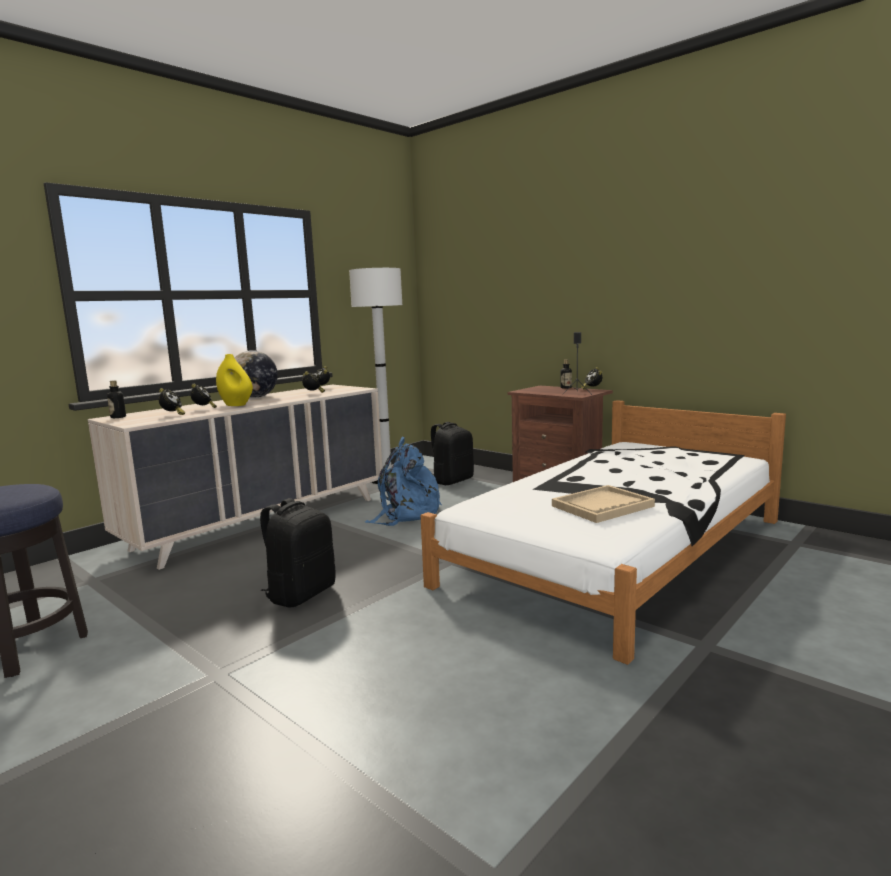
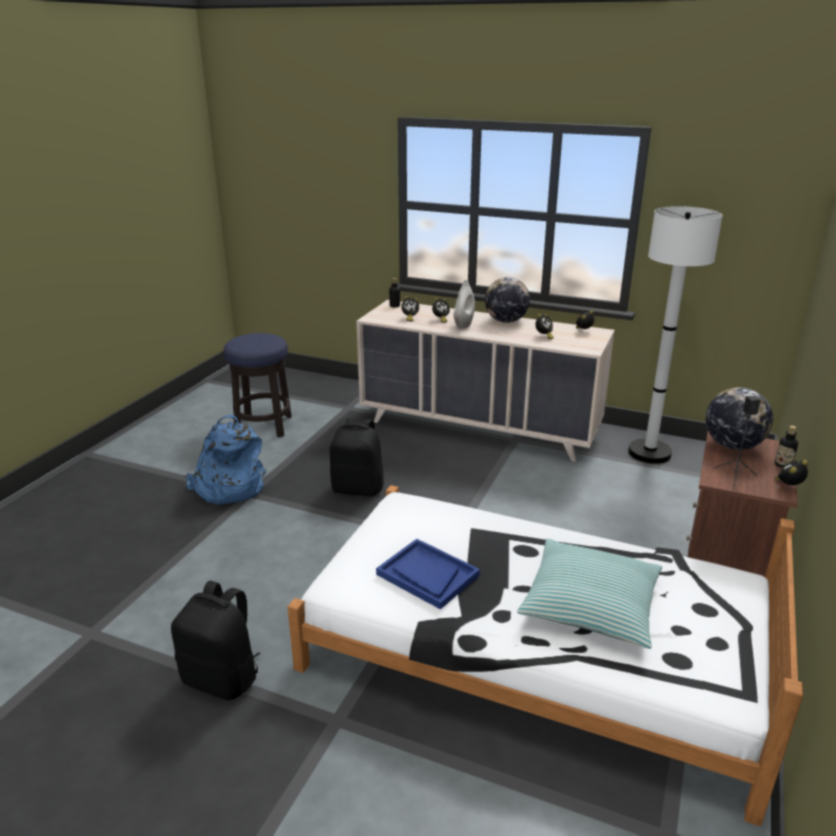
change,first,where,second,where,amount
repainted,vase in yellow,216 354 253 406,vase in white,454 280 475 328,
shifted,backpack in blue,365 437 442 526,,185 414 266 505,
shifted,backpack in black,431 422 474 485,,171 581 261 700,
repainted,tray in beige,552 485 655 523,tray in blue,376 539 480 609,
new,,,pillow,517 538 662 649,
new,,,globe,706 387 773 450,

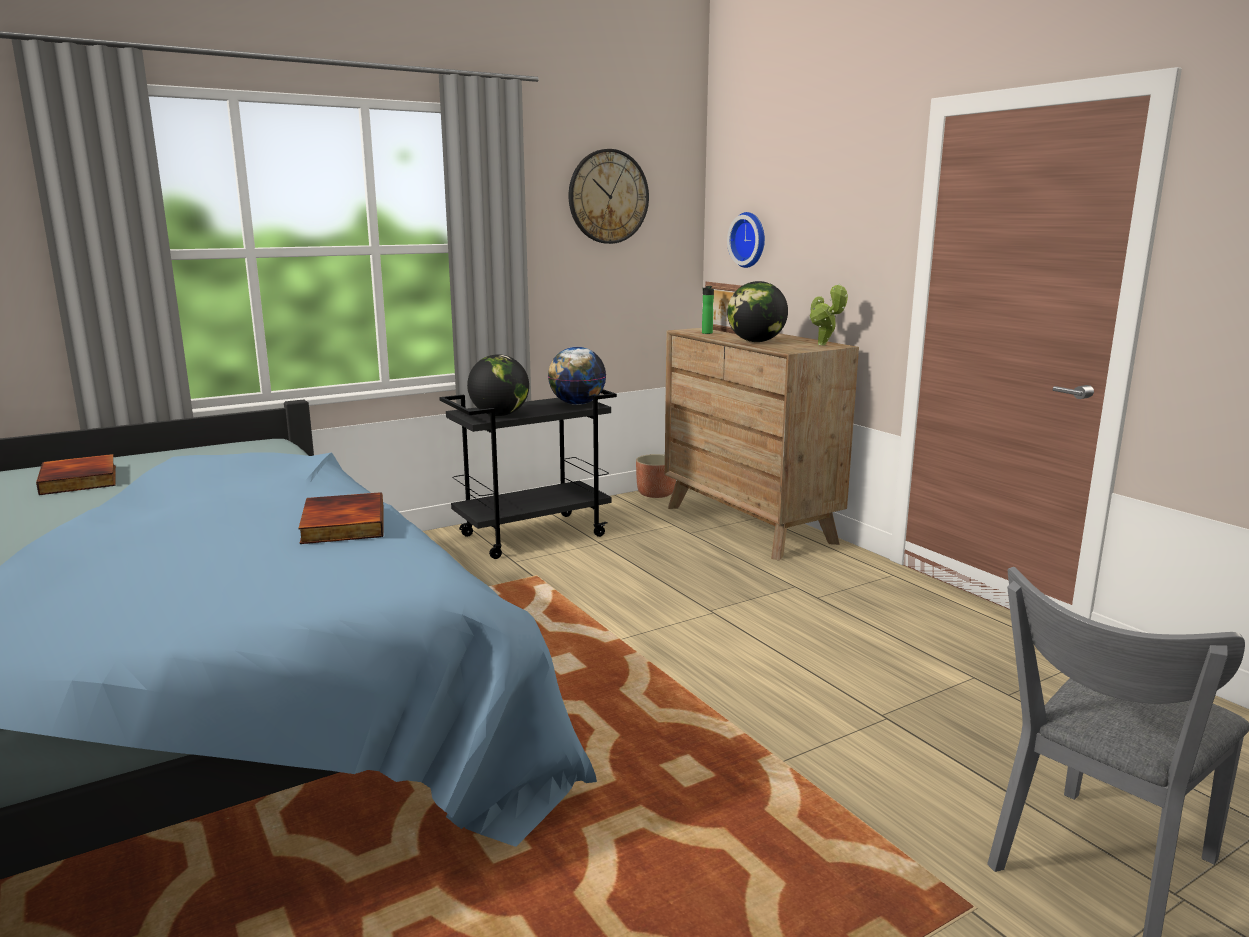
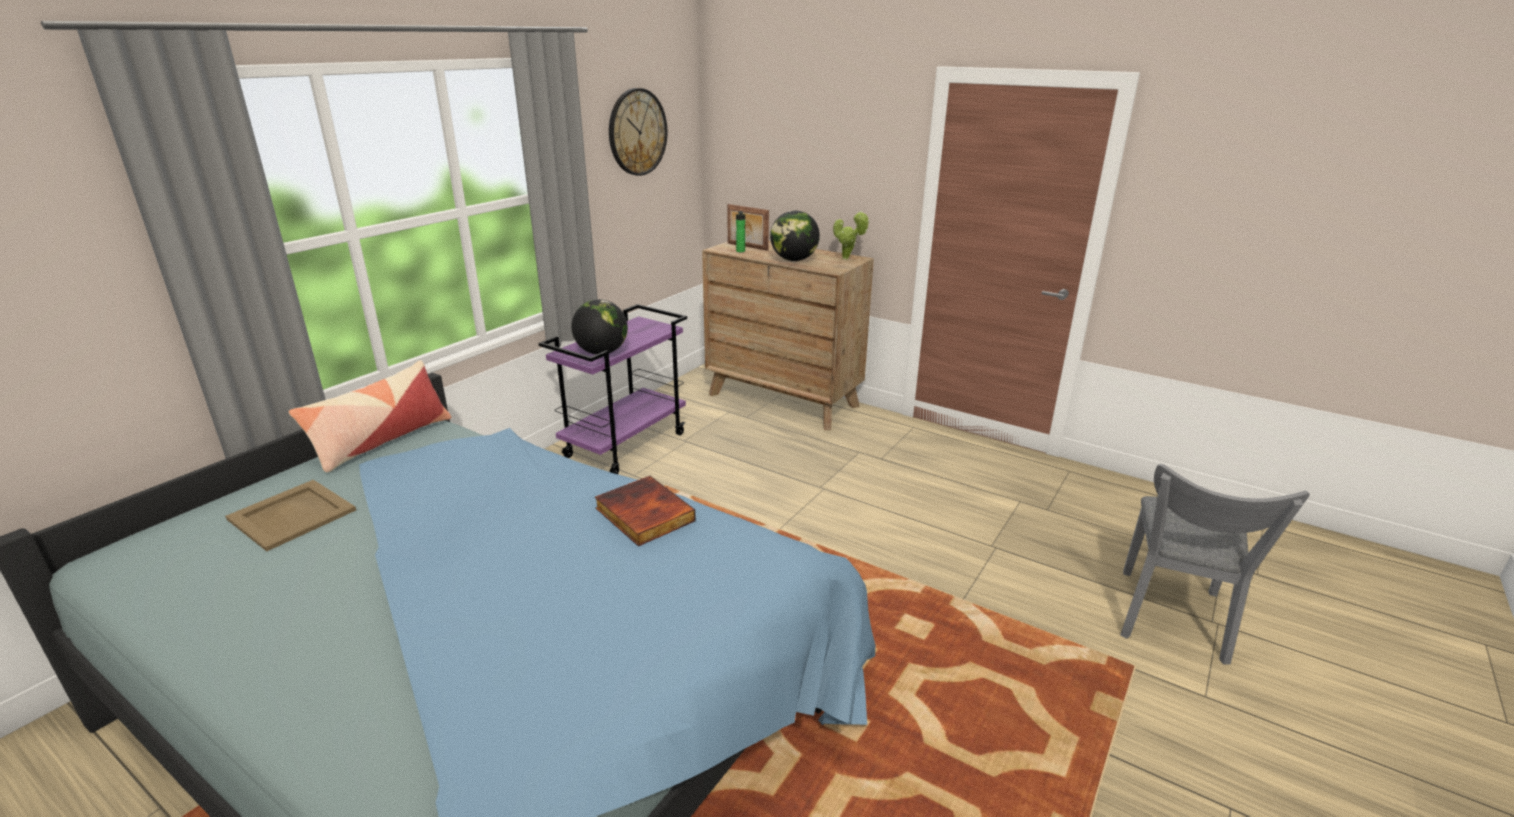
change,first,where,second,where,amount
swapped,book,36 454 116 495,tray in beige,225 480 356 551,
repainted,cart in black,439 389 617 559,cart in purple,539 304 687 474,
gone,globe,548 347 606 405,,,
gone,planter,636 454 676 498,,,
gone,wall clock,727 212 765 268,,,
new,,,pillow,289 360 452 473,

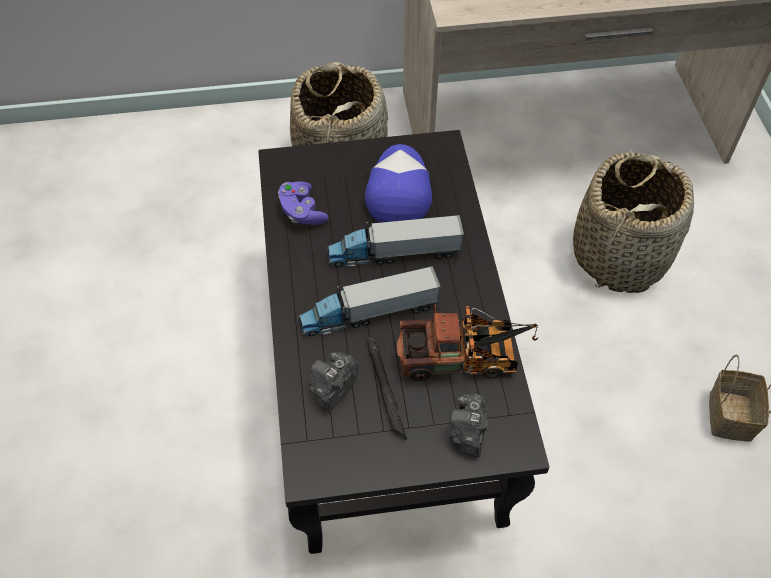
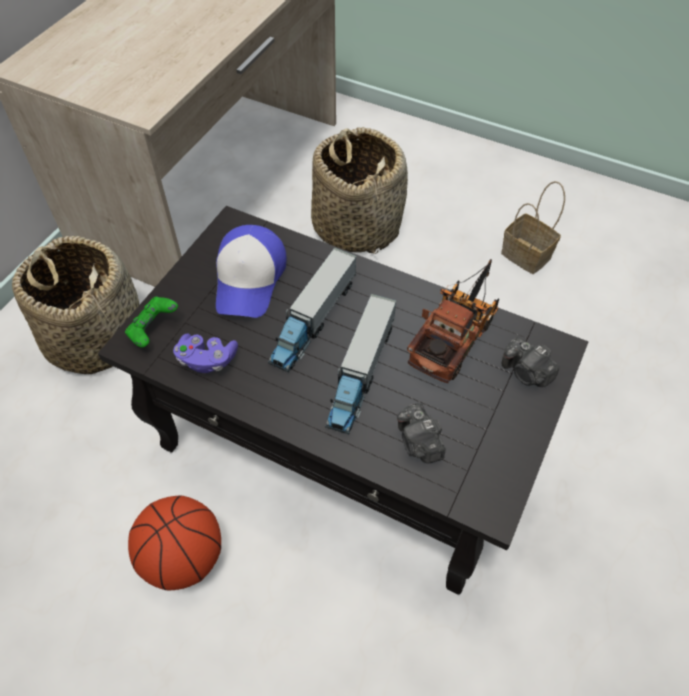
change,first,where,second,where,amount
rotated,cap,365 144 432 223,,216 225 287 318,120 degrees counterclockwise
gone,flashlight in black,366 338 407 440,,,
new,,,game controller in green,125 296 178 348,
new,,,basketball,128 496 221 591,

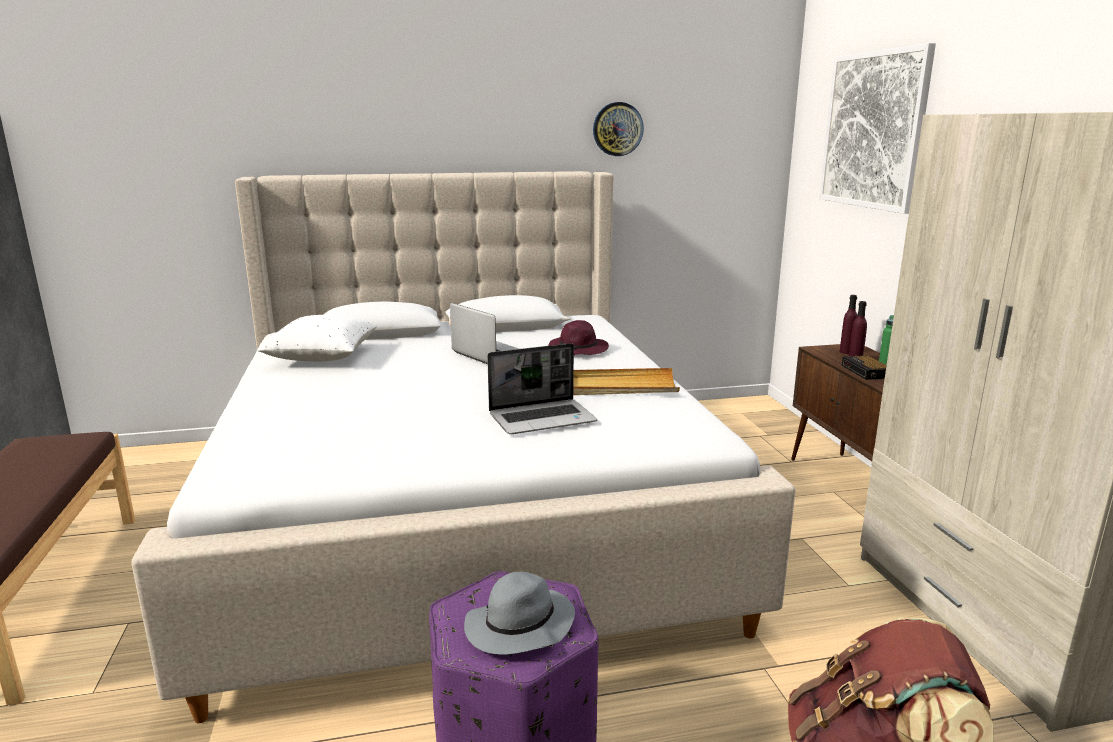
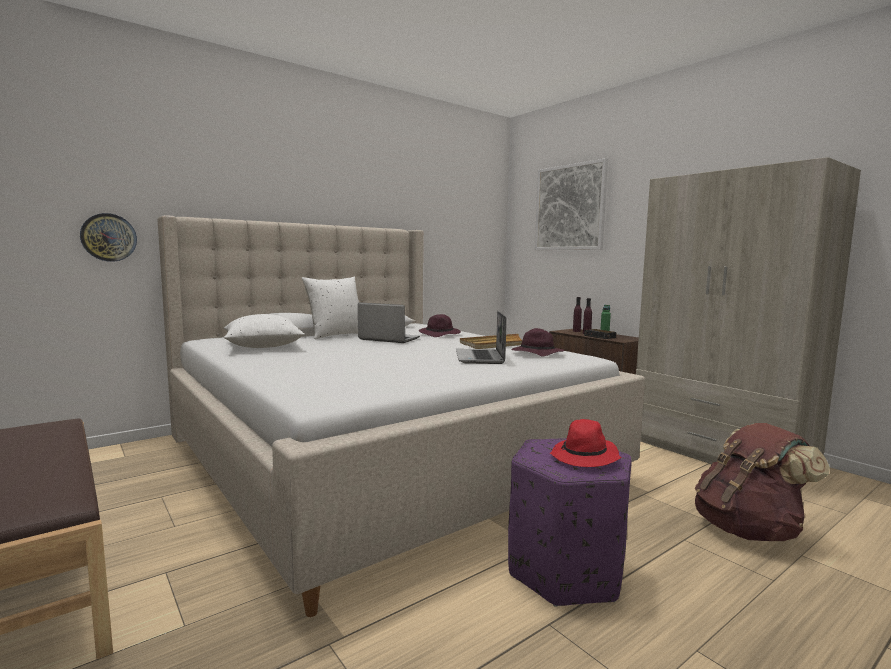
change,first,where,second,where,amount
repainted,hat in grey,464 572 575 655,hat in red,550 419 622 467,
rotated,laptop,487 343 597 434,,456 311 507 364,135 degrees clockwise
shifted,wall clock,593 102 644 156,,80 213 137 262,
new,,,pillow in white,302 277 359 339,
new,,,hat in purple,511 328 565 356,

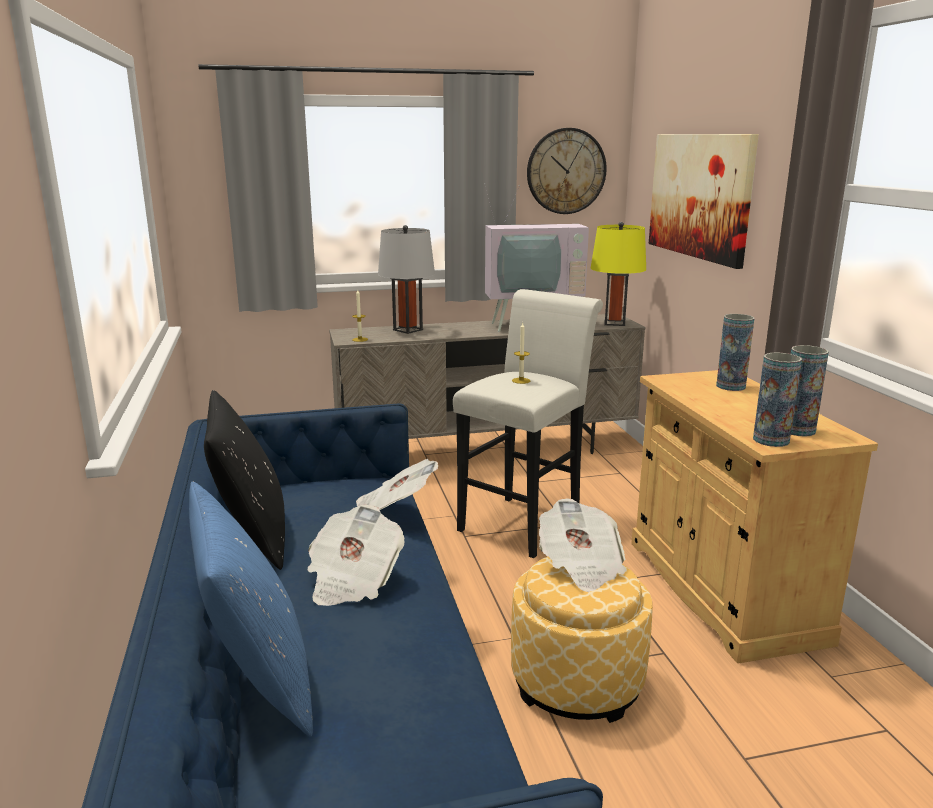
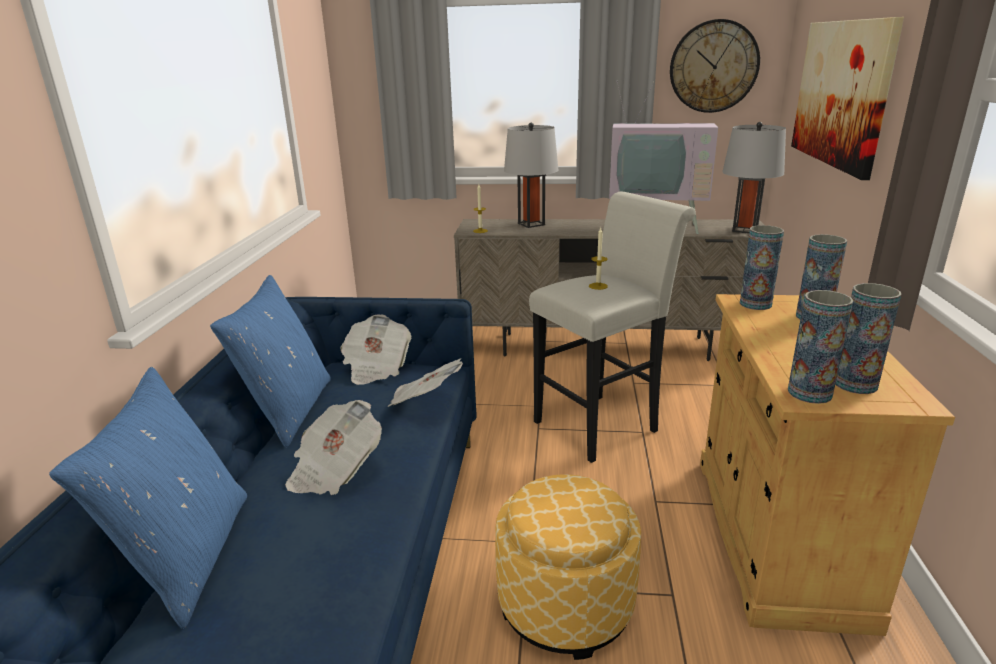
change,first,where,second,where,amount
repainted,pillow in black,204 390 285 570,pillow in blue,210 275 331 447,
shifted,newspaper,539 499 627 592,,340 315 411 385,
repainted,table lamp in yellow,591 222 646 326,table lamp in grey,722 122 786 234,
new,,,vase,740 225 784 310,

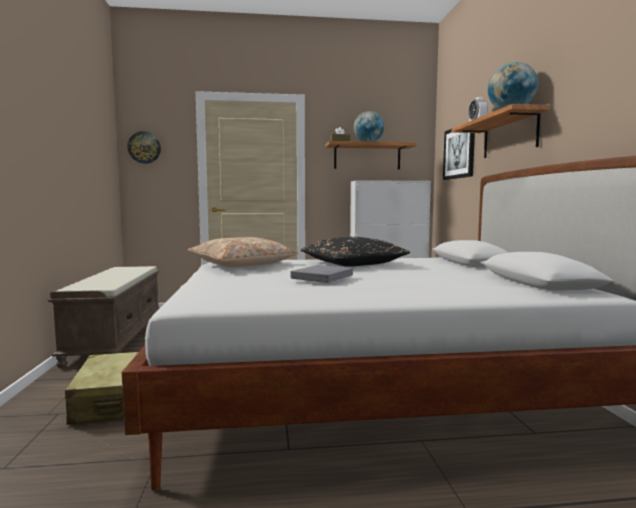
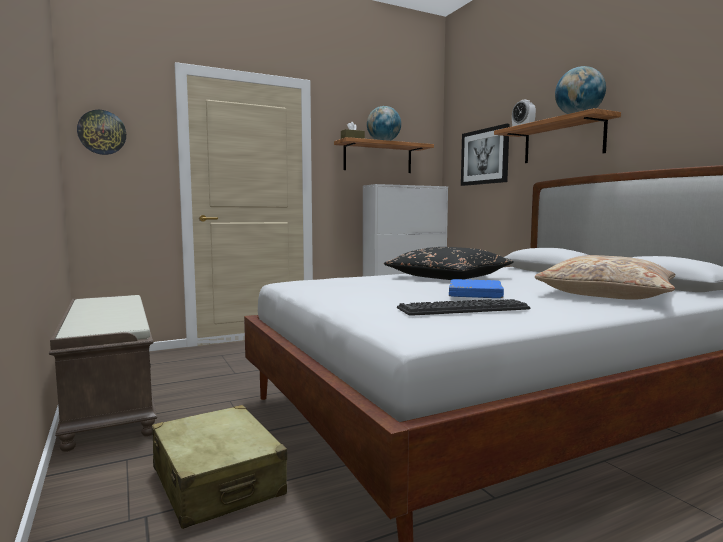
change,first,where,second,where,amount
shifted,pillow in beige,188 237 298 268,,534 255 676 300,
repainted,book in grey,291 265 353 283,book in blue,449 279 504 298,
new,,,keyboard,397 299 530 316,

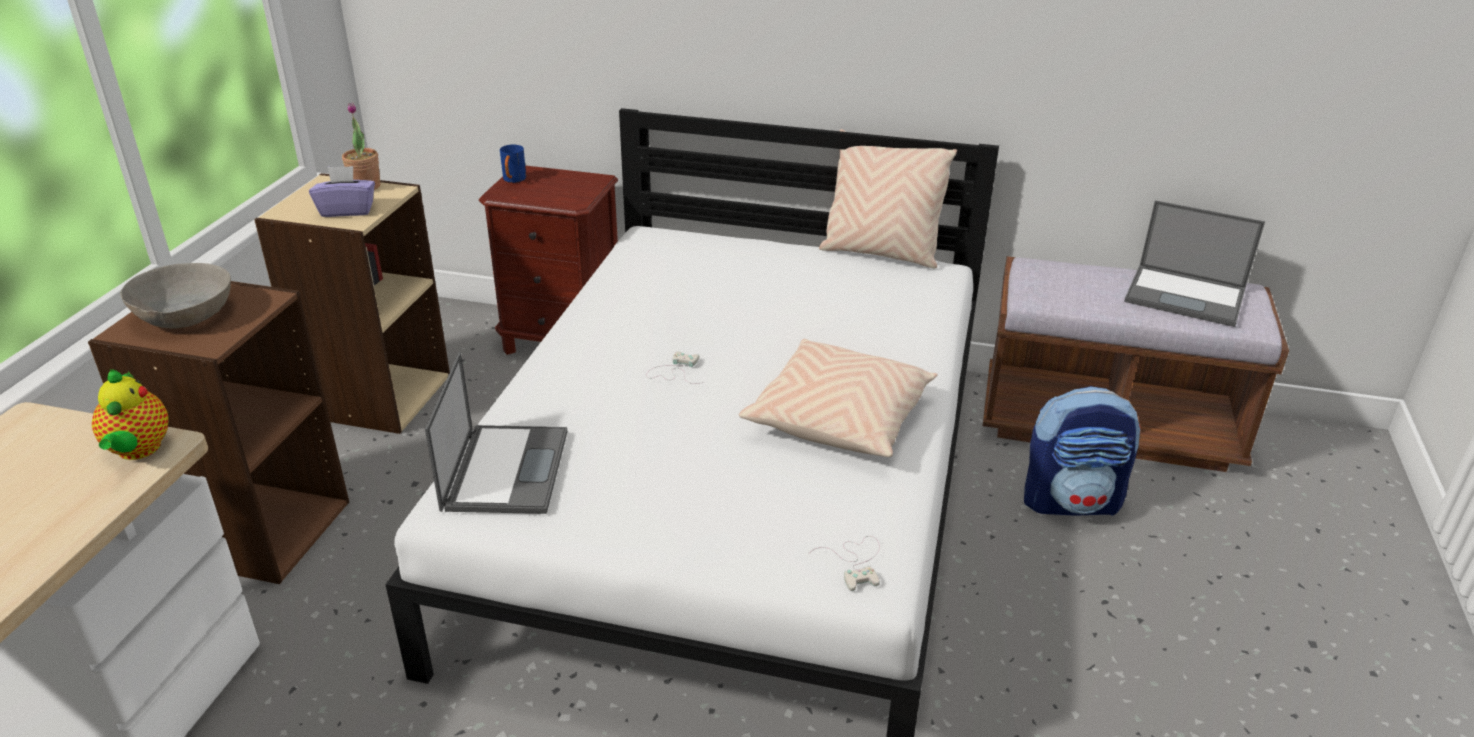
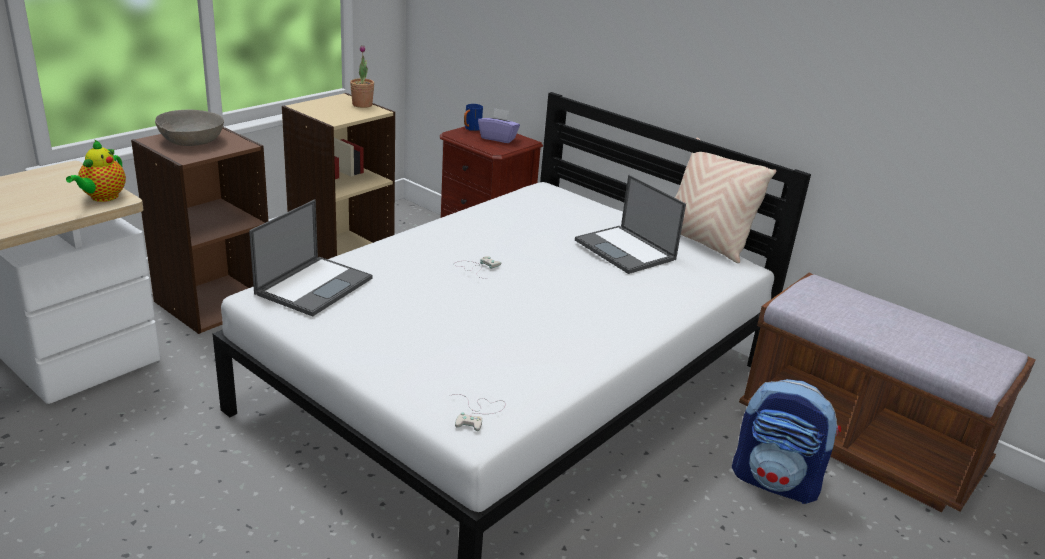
change,first,where,second,where,amount
shifted,tissue box in purple,309 166 375 217,,478 108 520 143,
gone,pillow in beige,739 339 938 457,,,
shifted,laptop,1124 200 1265 327,,575 175 686 274,

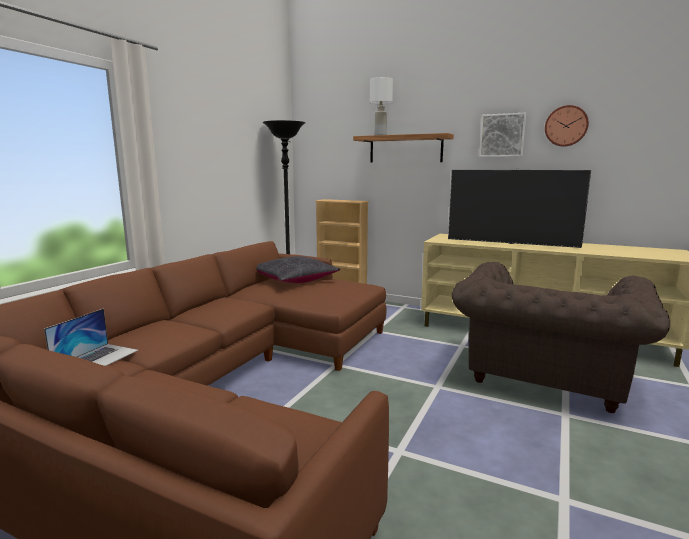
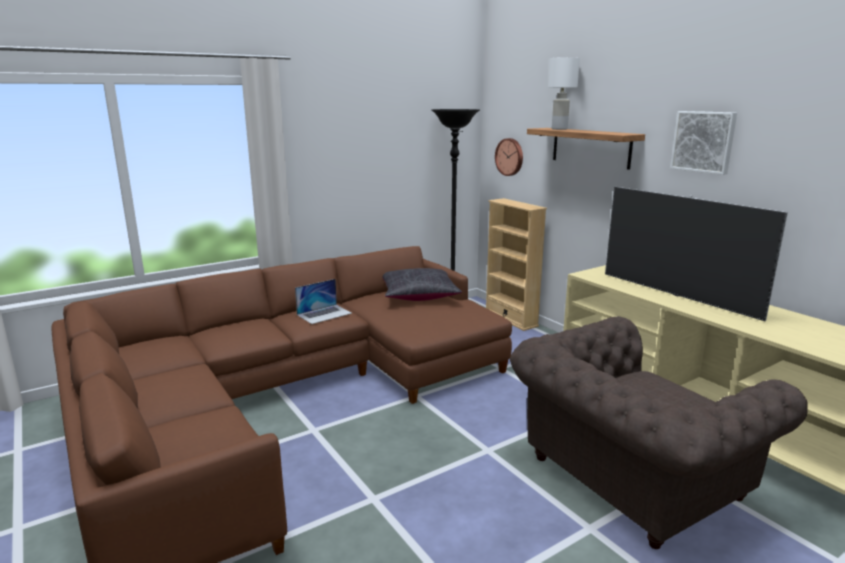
change,first,where,second,where,amount
shifted,laptop,44 309 138 366,,295 279 352 324,
shifted,wall clock,545 105 589 147,,495 138 523 176,

